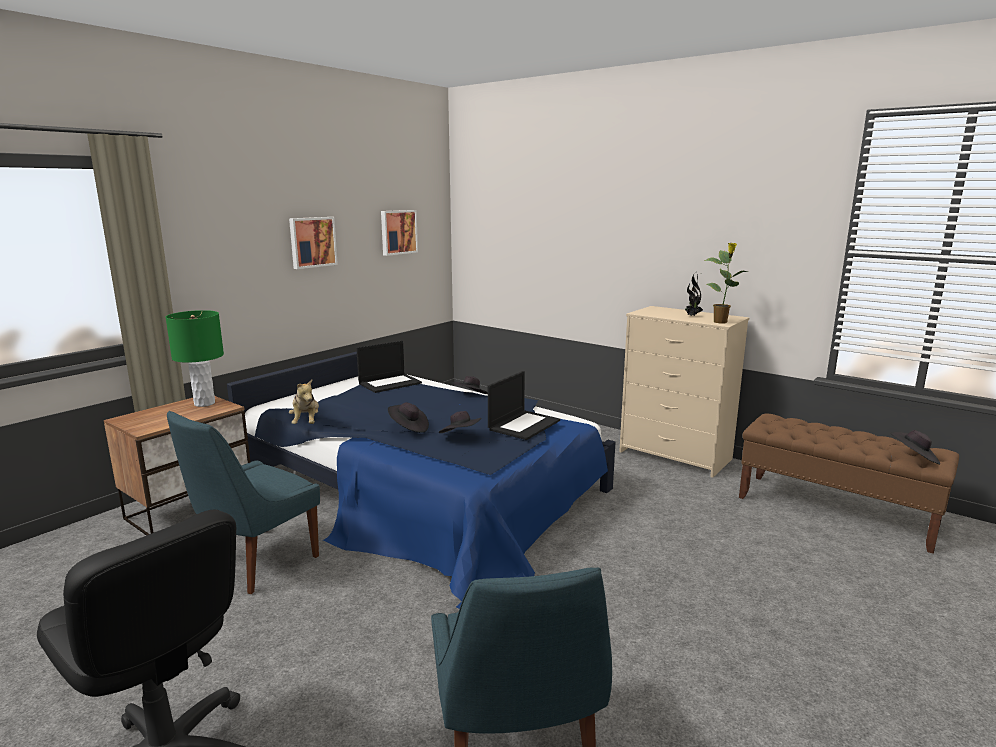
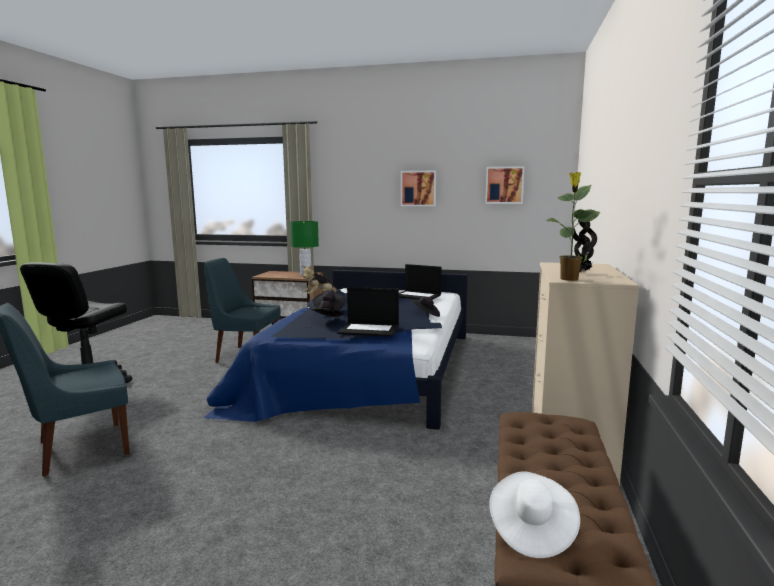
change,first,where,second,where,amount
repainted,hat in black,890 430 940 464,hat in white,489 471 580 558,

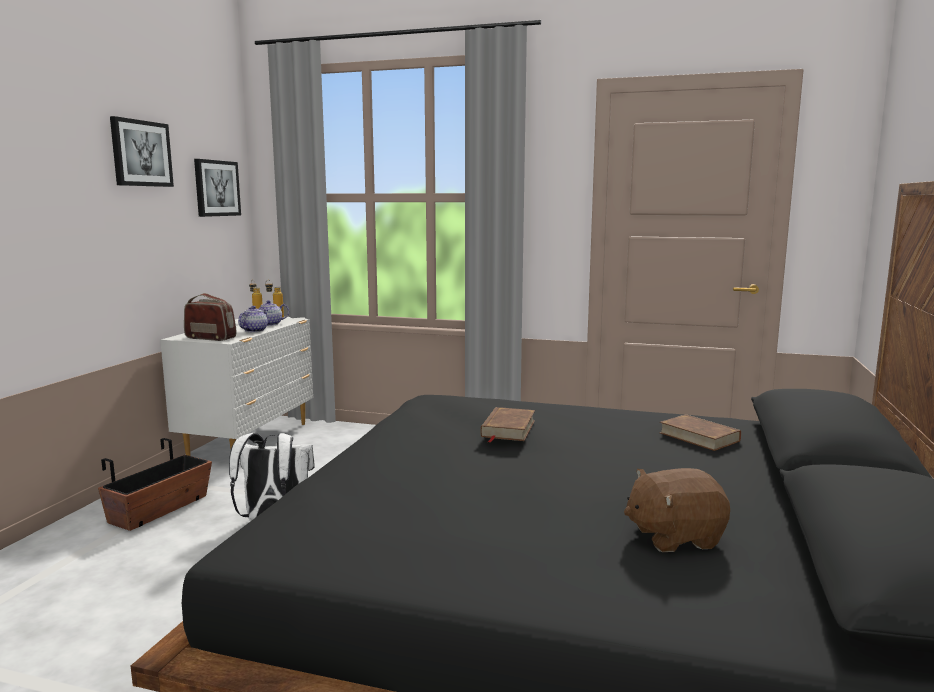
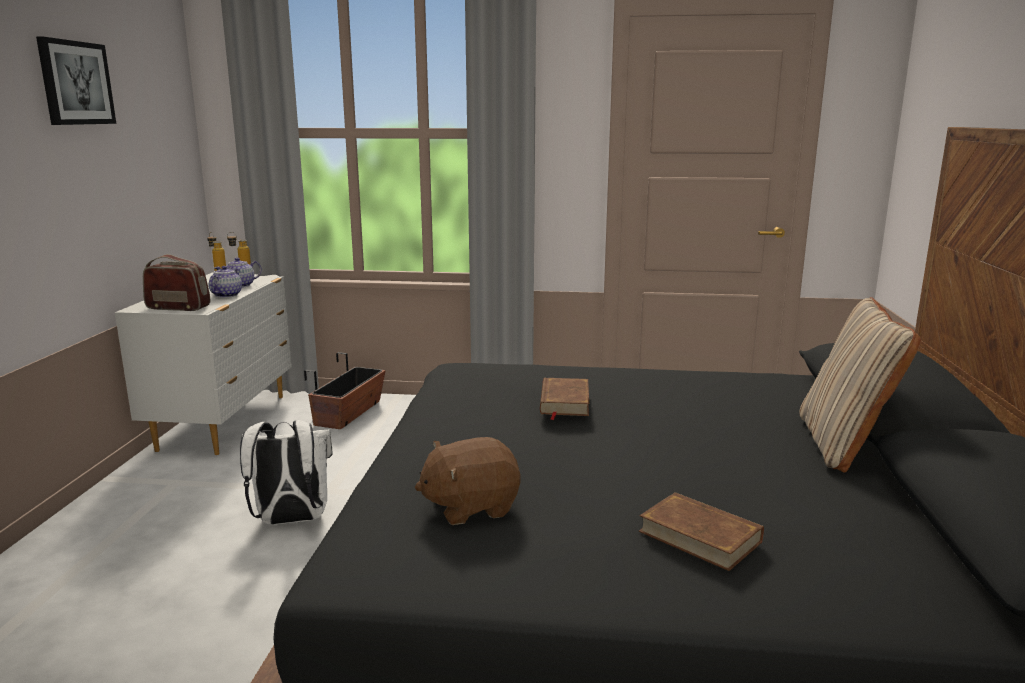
change,first,where,second,where,amount
shifted,planter,98 438 212 531,,304 352 386 429,
gone,picture,194 159 241 217,,,
shifted,plush toy in brown,624 468 730 552,,415 437 521 525,
shifted,book in brown,659 414 741 451,,639 492 764 571,
new,,,pillow in beige,799 297 921 473,

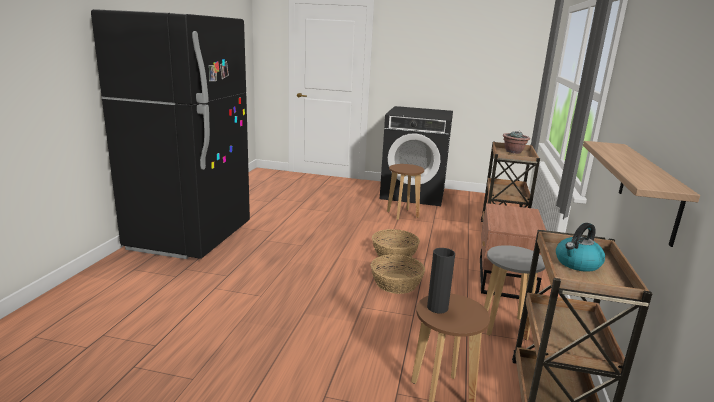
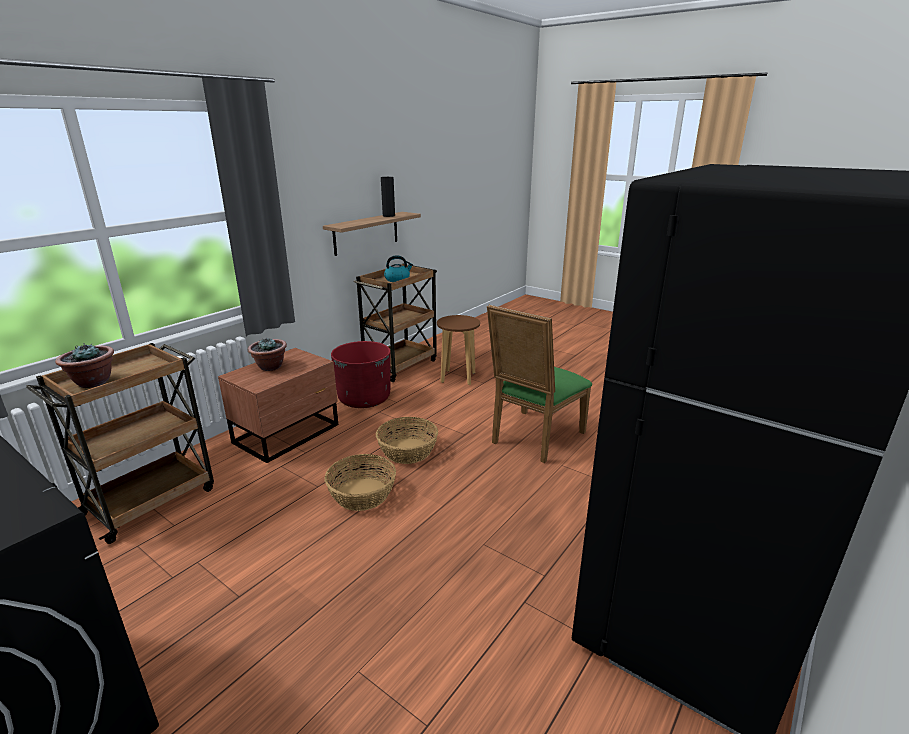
change,first,where,second,where,amount
gone,stool in brown,387 164 424 220,,,
shifted,vase in black,427 248 455 313,,381 177 395 217,
swapped,stool in grey,484 245 545 340,planter in red,331 341 390 408,
new,,,potted plant,248 337 287 371,
new,,,chair in green,487 305 592 463,

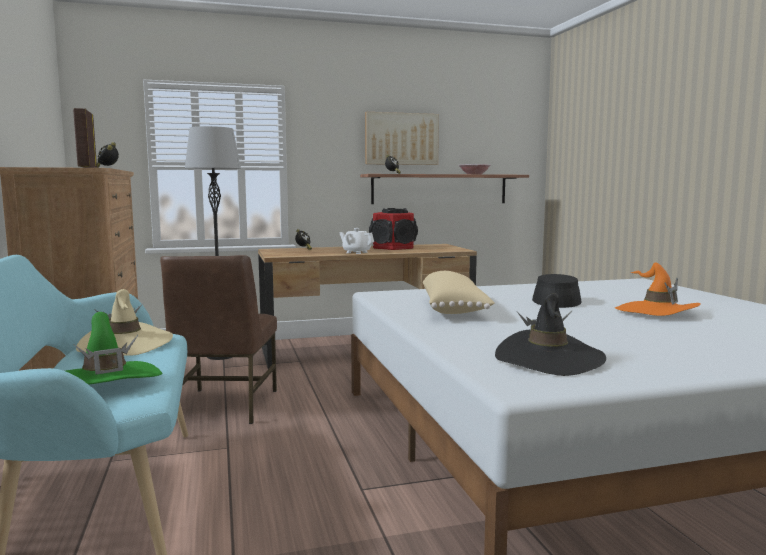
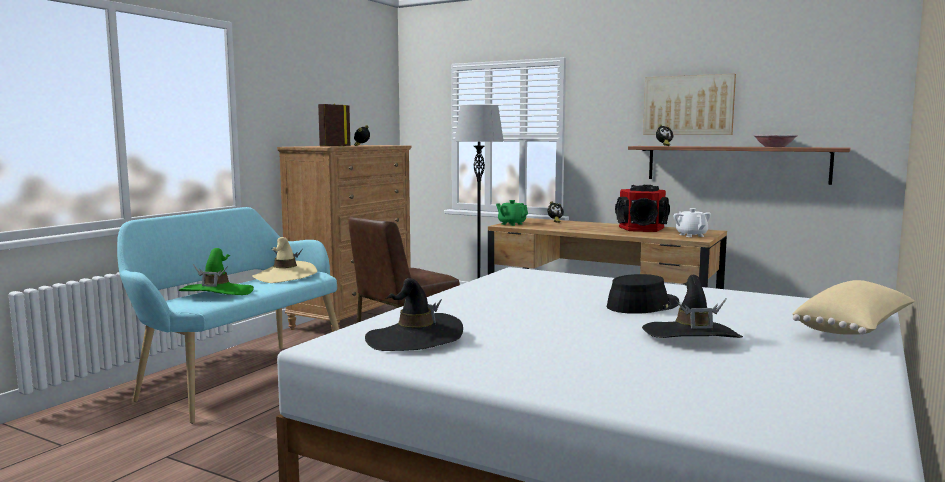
change,first,where,second,where,amount
shifted,teapot in white,339 228 374 254,,673 208 711 237,
shifted,pillow in beige,423 271 495 314,,793 280 915 335,
repainted,hat in orange,615 262 701 316,hat in black,642 275 743 338,
new,,,teapot in green,496 200 528 226,

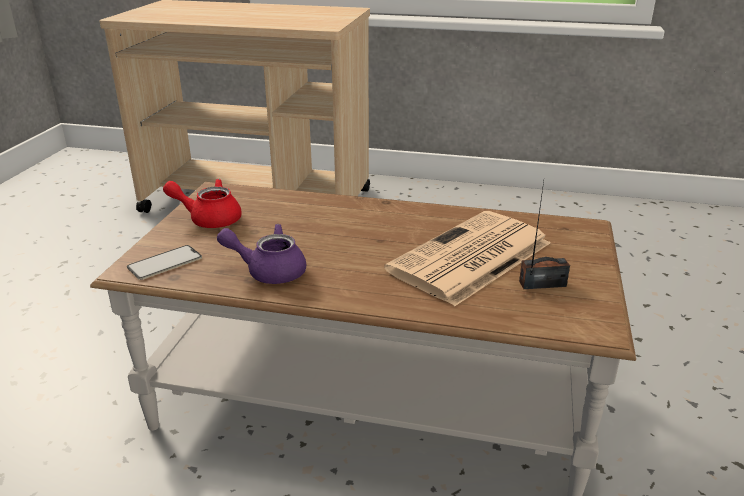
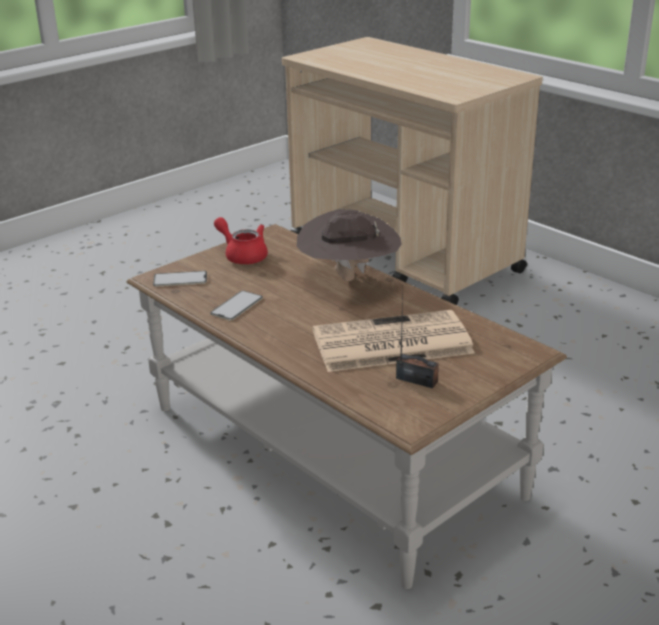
change,first,where,second,where,amount
swapped,teapot in purple,217 224 306 284,phone,210 291 263 321,
new,,,hat in brown,297 209 402 281,

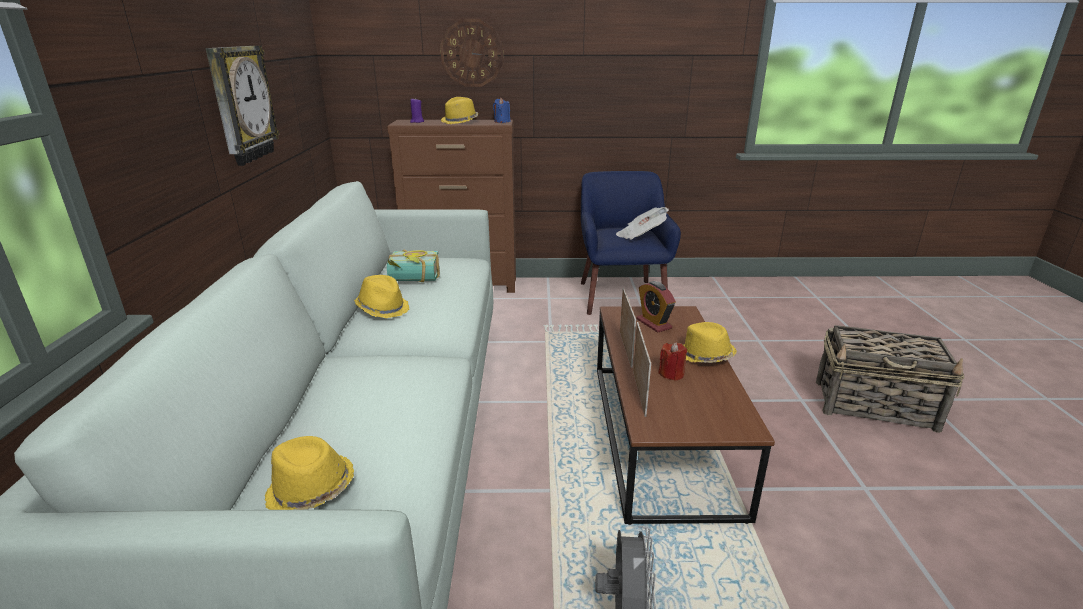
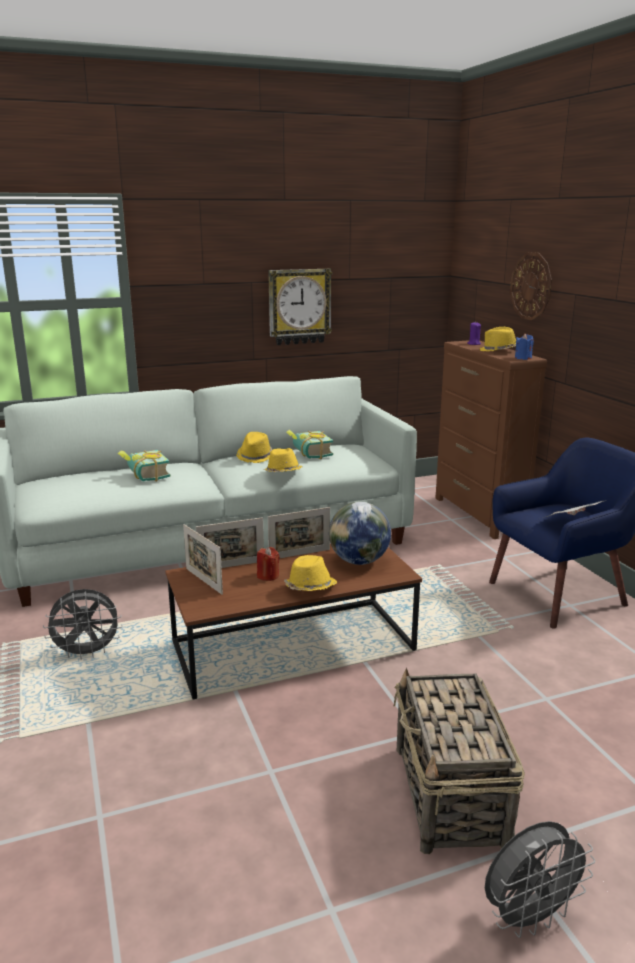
change,first,where,second,where,amount
shifted,hat in yellow,265 436 354 510,,264 448 302 472,
swapped,alarm clock,636 281 676 333,globe,329 502 391 565,
new,,,book,118 450 170 482,
new,,,picture frame,183 524 223 595,
new,,,fan in grey,485 821 595 938,

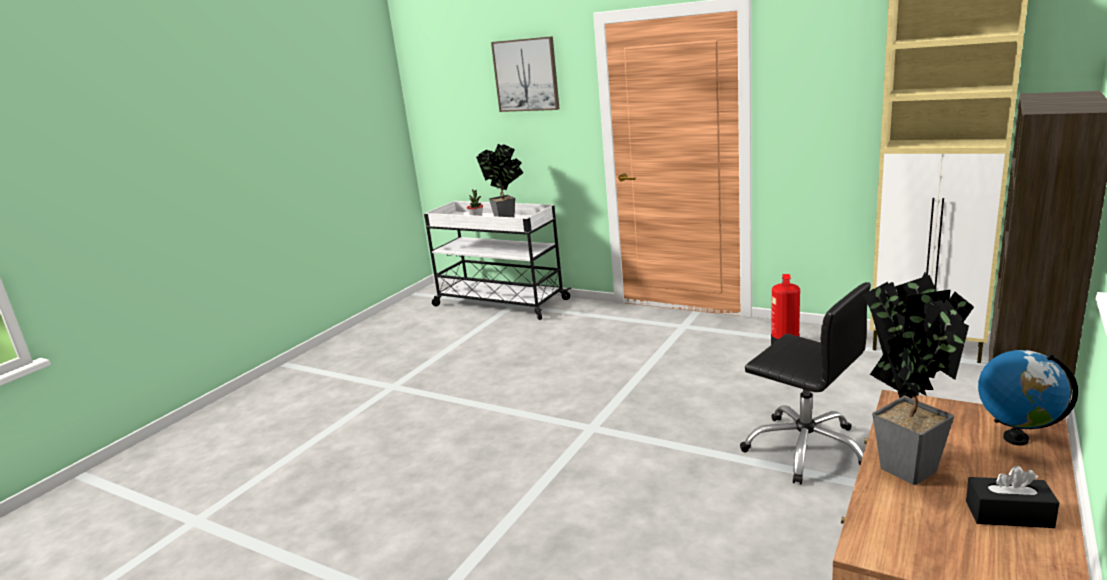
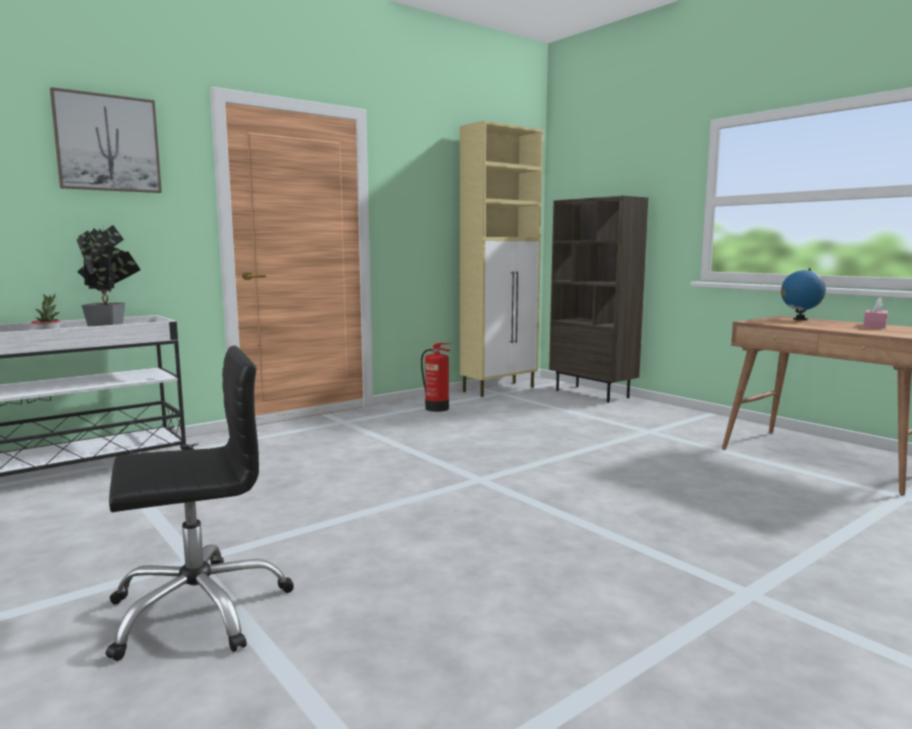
change,first,where,second,where,amount
shifted,office chair in black,740 282 871 484,,105 346 294 661,
gone,potted plant,863 272 974 485,,,
repainted,tissue box in black,966 466 1059 528,tissue box in pink,863 297 888 329,

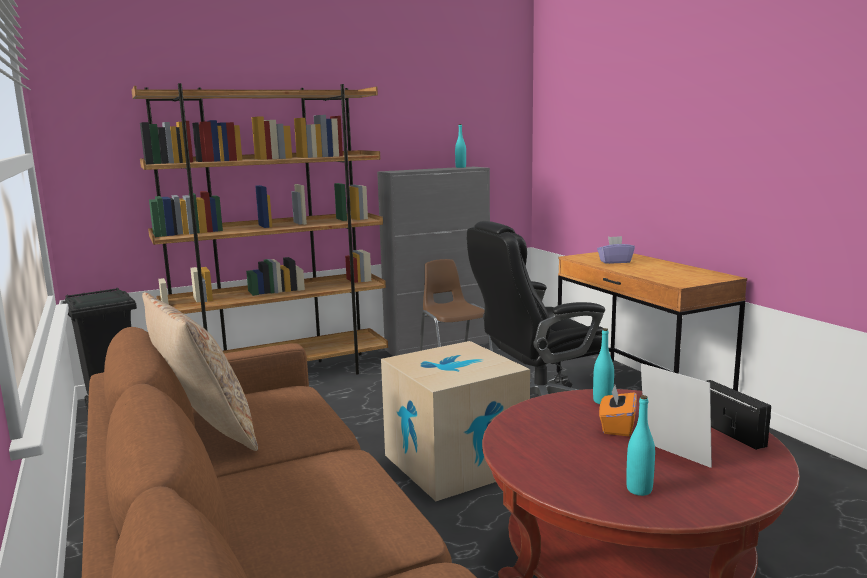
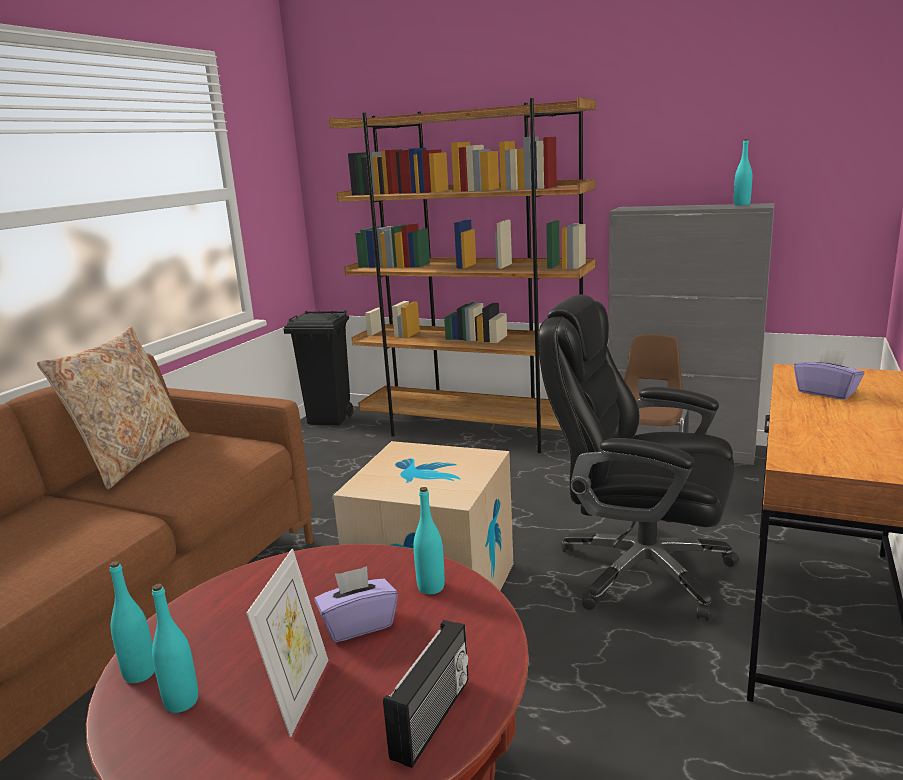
change,first,where,second,where,amount
repainted,tissue box in orange,599 385 637 436,tissue box in purple,314 566 398 642,
new,,,bottle in turquoise,110 561 155 683,

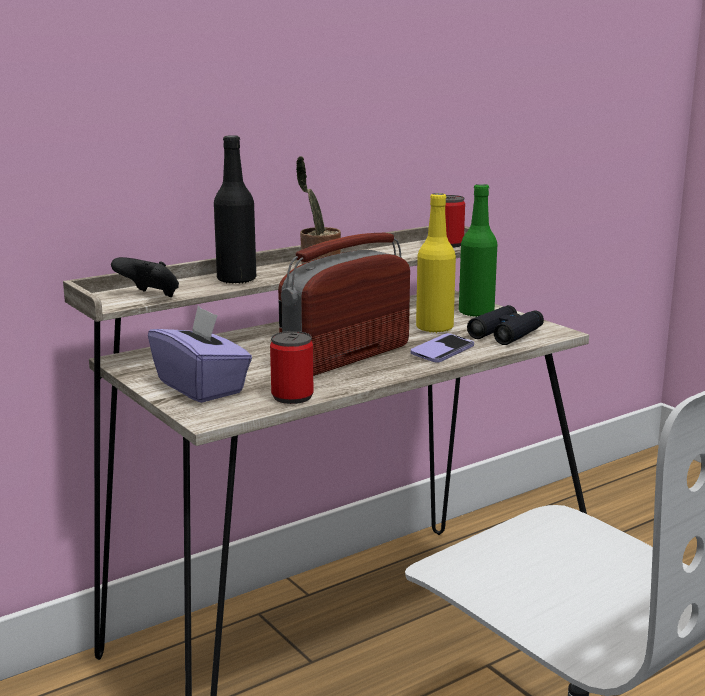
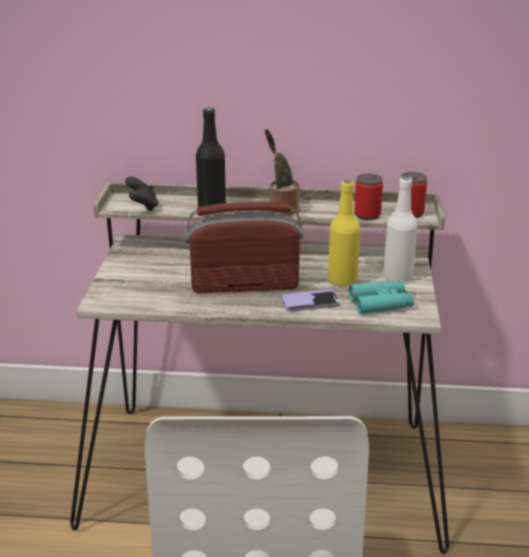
change,first,where,second,where,amount
gone,tissue box in purple,148 306 252 403,,,
shifted,can,270 331 313 404,,354 174 383 220,
repainted,bottle in green,459 184 497 317,bottle in white,383 177 417 282,
repainted,binoculars in black,467 305 544 345,binoculars in turquoise,349 281 414 314,

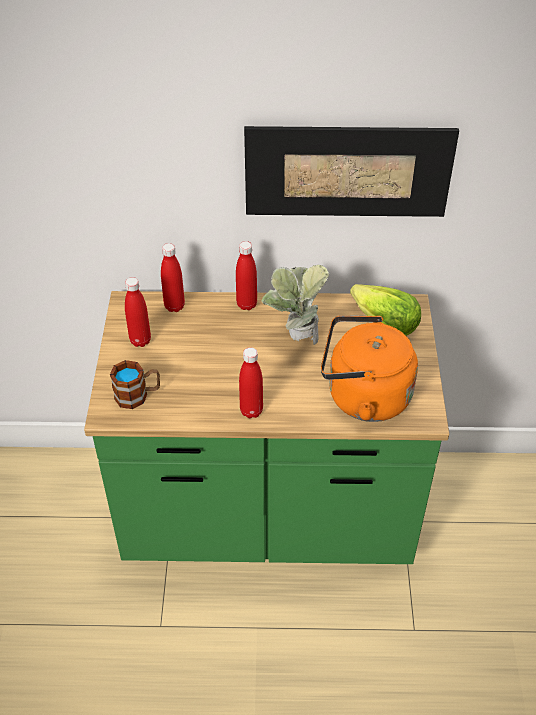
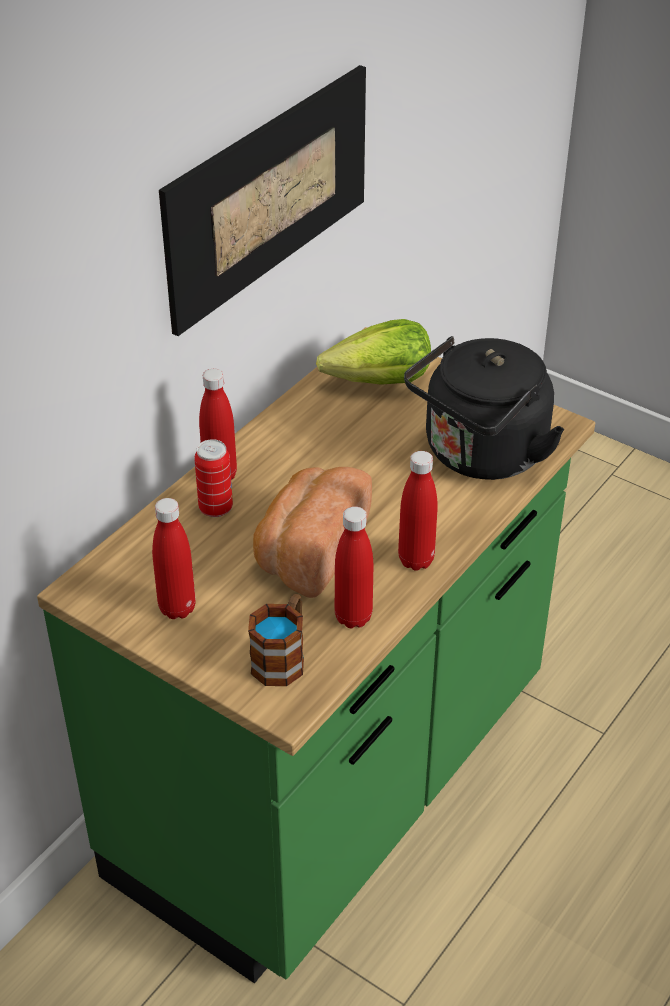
change,first,where,second,where,amount
shifted,bottle in red,161 243 185 312,,334 506 373 628,
gone,potted plant,261 265 329 345,,,
repainted,kettle in orange,321 315 418 422,kettle in black,404 336 565 480,
new,,,can,194 439 233 517,
new,,,bread,253 467 372 598,

